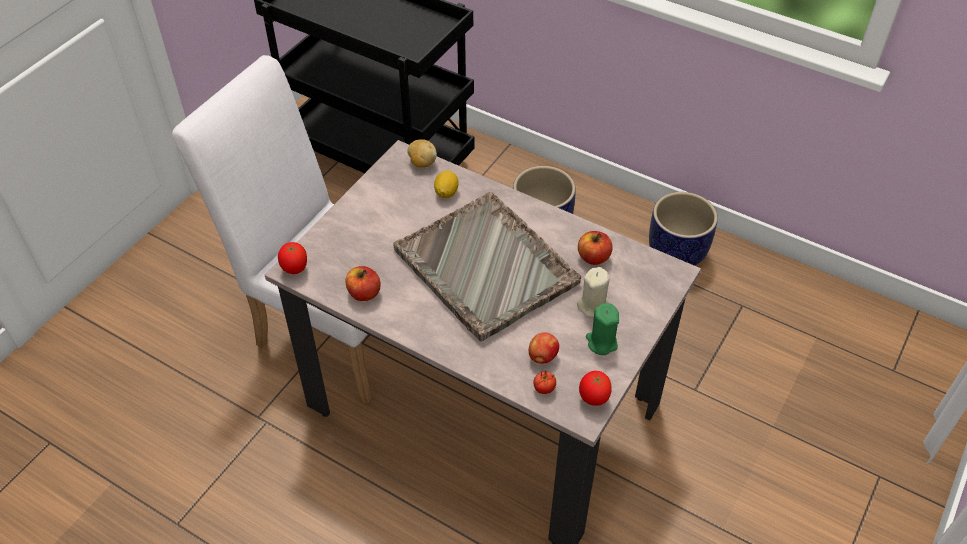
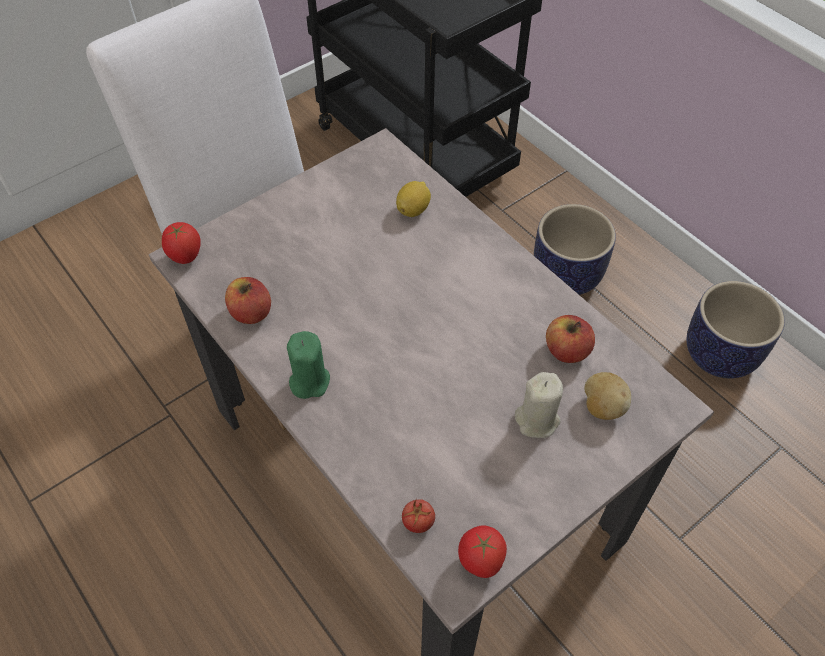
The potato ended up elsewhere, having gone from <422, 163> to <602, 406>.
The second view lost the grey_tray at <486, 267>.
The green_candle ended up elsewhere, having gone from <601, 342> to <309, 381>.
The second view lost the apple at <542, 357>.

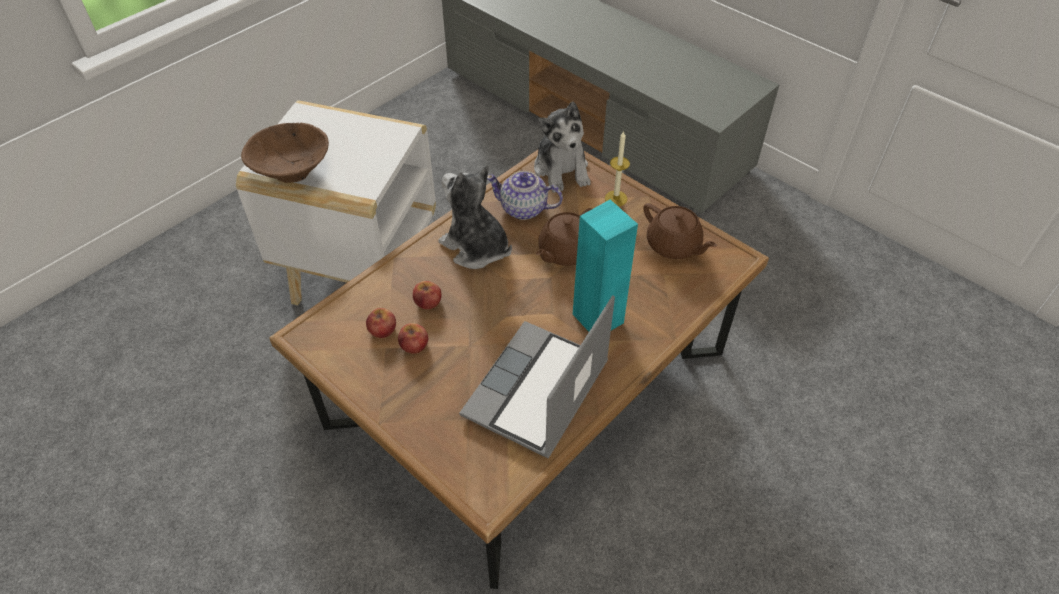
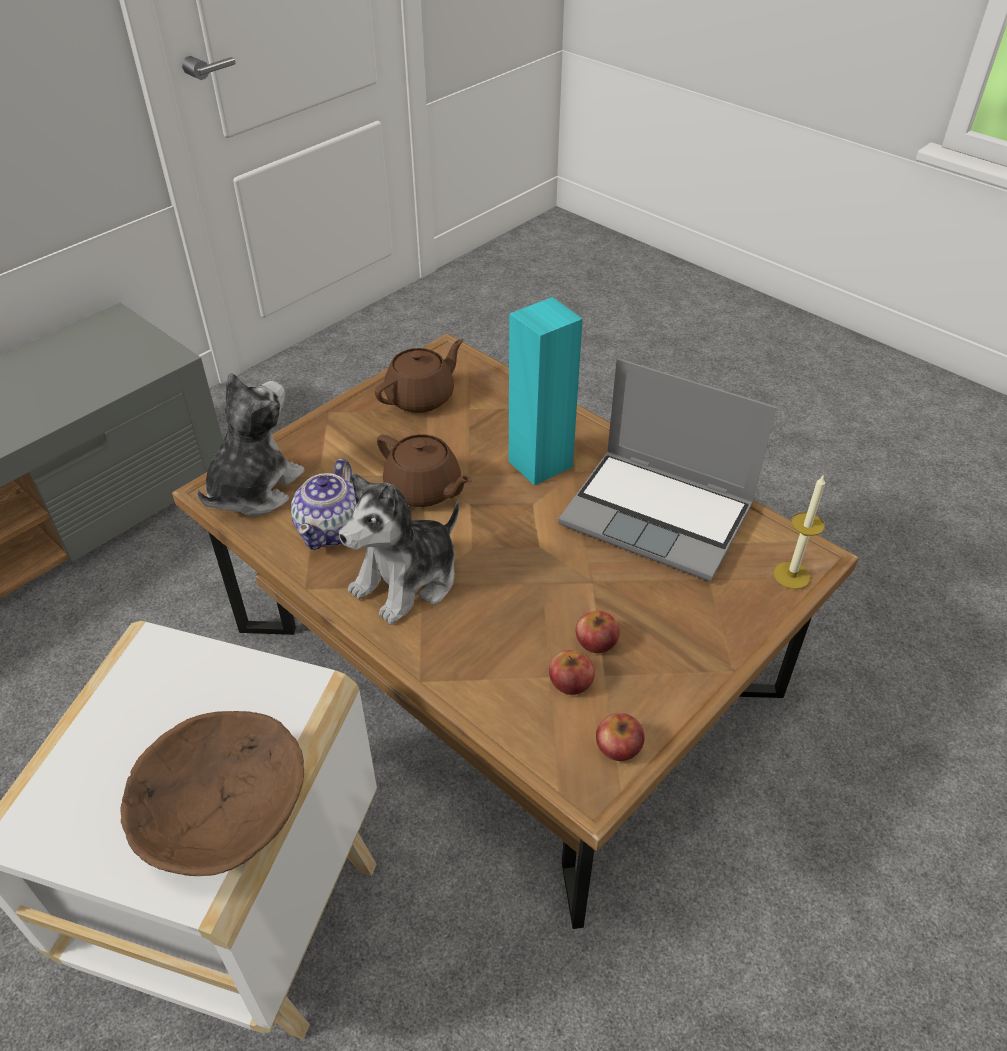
The plush_toy at <562, 170> ended up facing another way, 45 degrees counterclockwise from before.
The candle ended up elsewhere, having gone from <616, 198> to <791, 575>.
The apple ended up elsewhere, having gone from <428, 301> to <618, 746>.

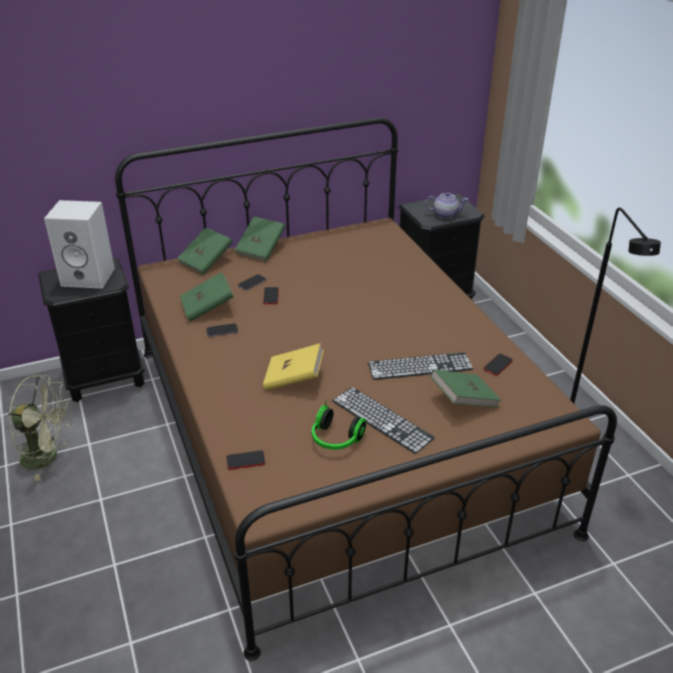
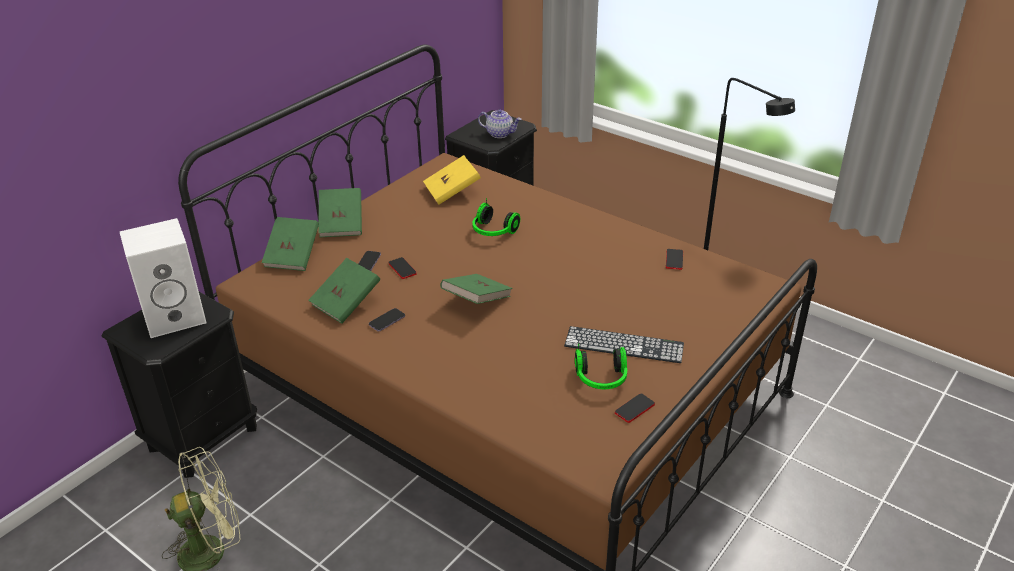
The teapot at <445, 214> ended up facing another way, 45 degrees clockwise from before.
The yellow_book ended up elsewhere, having gone from <294, 379> to <452, 191>.
The second view lost the keyboard at <420, 366>.
The green_book ended up elsewhere, having gone from <463, 400> to <477, 301>.
The phone ended up elsewhere, having gone from <245, 460> to <634, 408>.
The second view gained the headphones at <493, 232>.

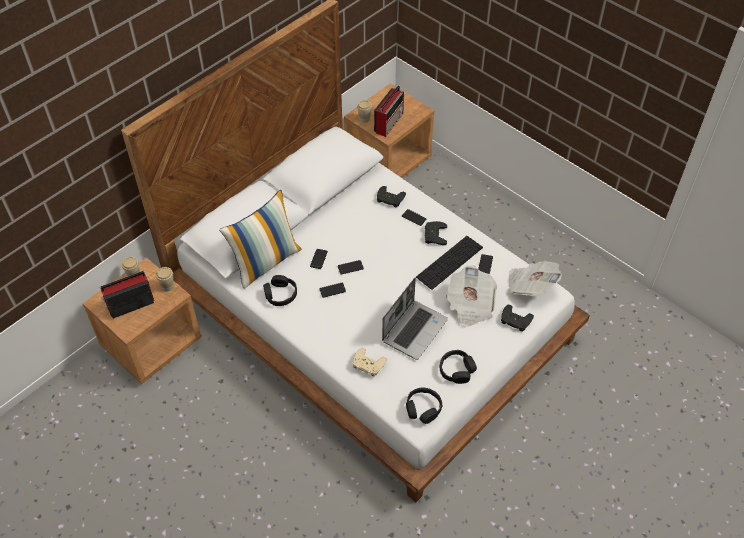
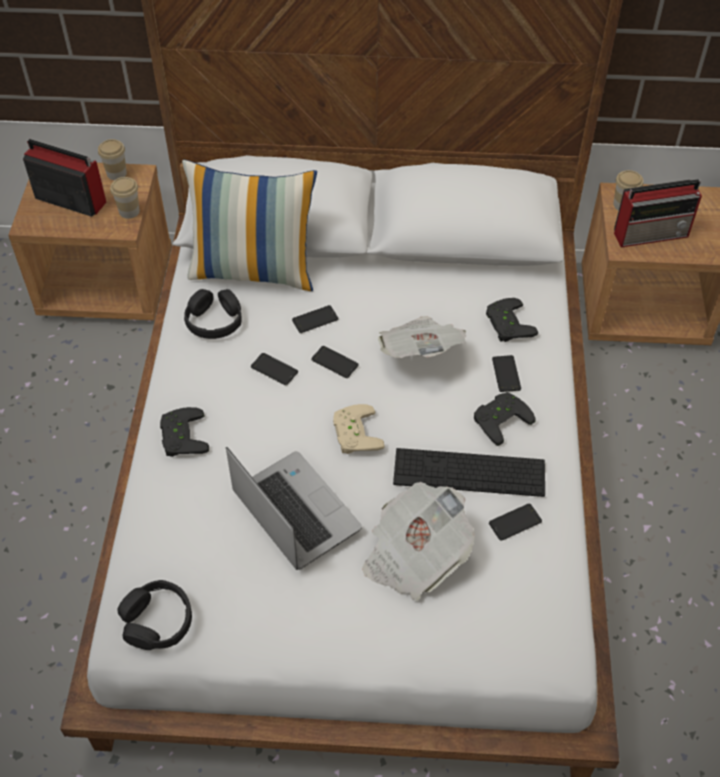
The newspaper ended up elsewhere, having gone from <530, 286> to <420, 352>.
The laptop at <414, 329> ended up facing another way, 120 degrees counterclockwise from before.
The black_game_controller ended up elsewhere, having gone from <514, 321> to <180, 436>.
The beige_game_controller ended up elsewhere, having gone from <367, 365> to <353, 433>.
The second view lost the black_headphones at <456, 370>.

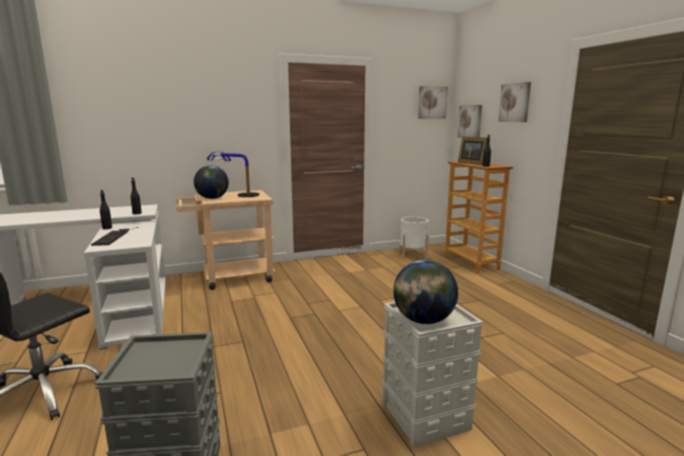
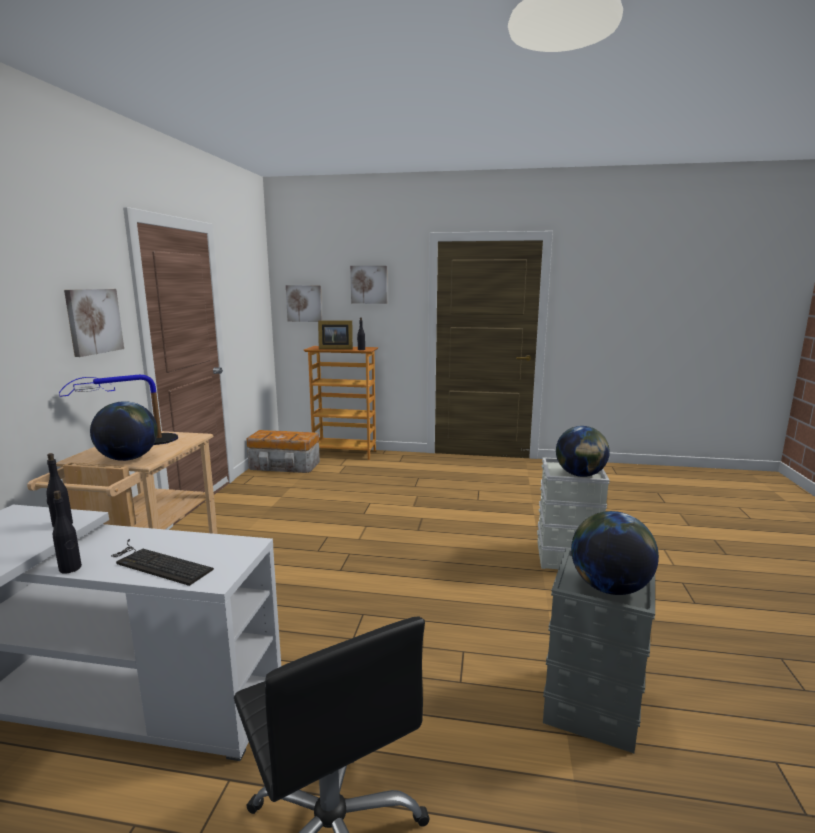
The picture ended up elsewhere, having gone from <432, 102> to <93, 321>.
Where the white_planter stood at <413, 255>, the storage_box came to stand at <285, 466>.
The second view gained the globe at <609, 587>.

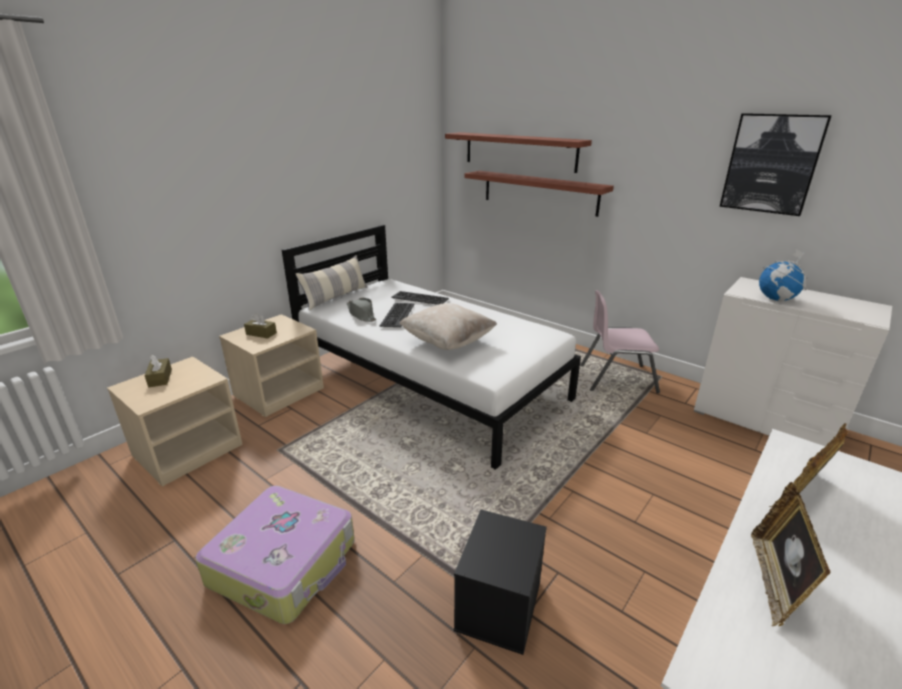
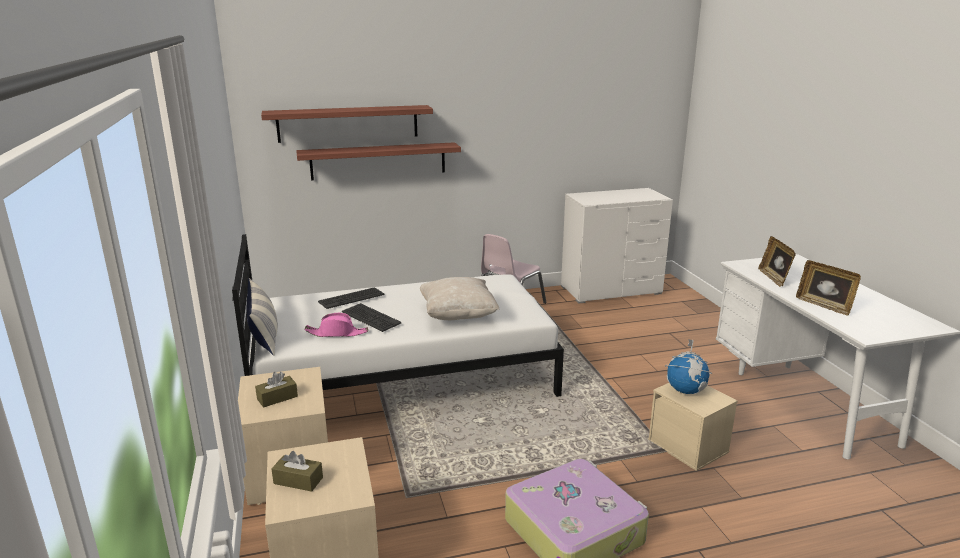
The second view lost the picture at <771, 164>.
The globe ended up elsewhere, having gone from <777, 299> to <686, 390>.
What was the grey_hat at <361, 314> turned into the pink_hat at <337, 333>.
What was the black_storage_box at <499, 606> turned into the beige_storage_box at <689, 446>.

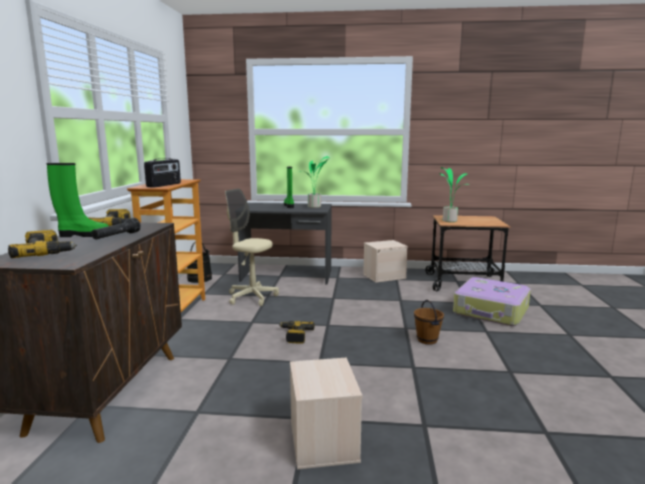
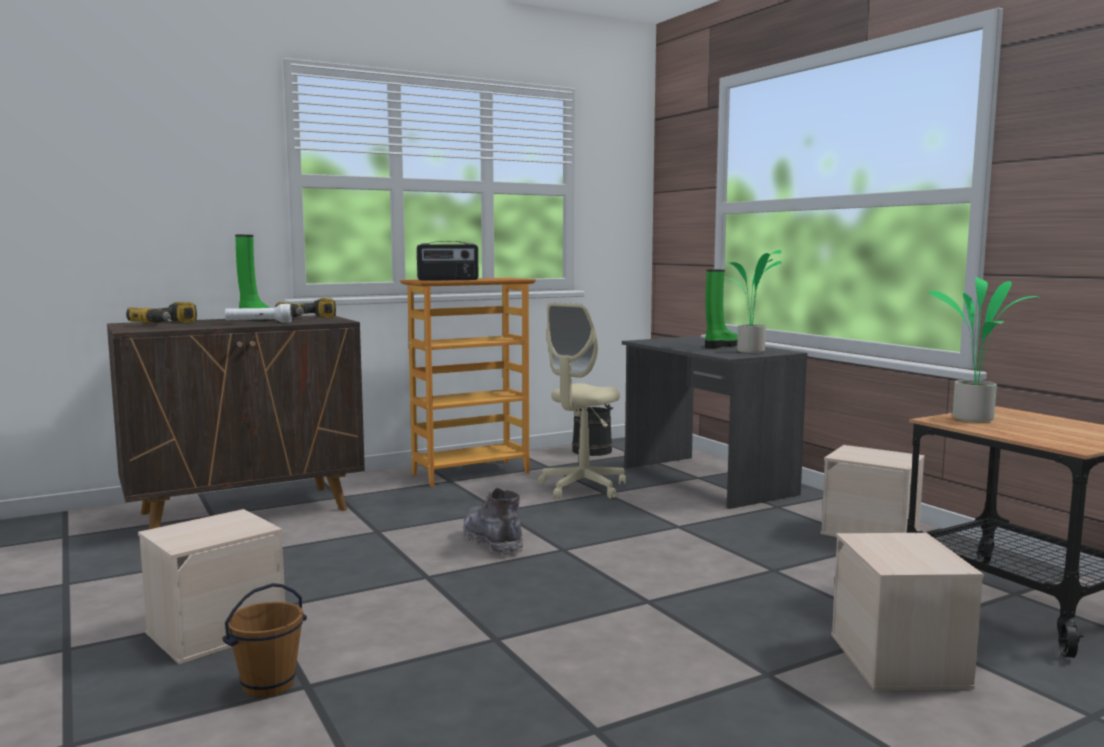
The beige_office_chair at <252, 297> ended up facing another way, 135 degrees counterclockwise from before.
What was the black_flashlight at <116, 237> turned into the white_flashlight at <258, 323>.
Where the suitcase stood at <491, 311>, the beige_storage_box came to stand at <900, 661>.
The brown_bucket ended up elsewhere, having gone from <426, 340> to <268, 685>.
Where the power_drill stood at <295, 336>, the grey_boot came to stand at <492, 542>.

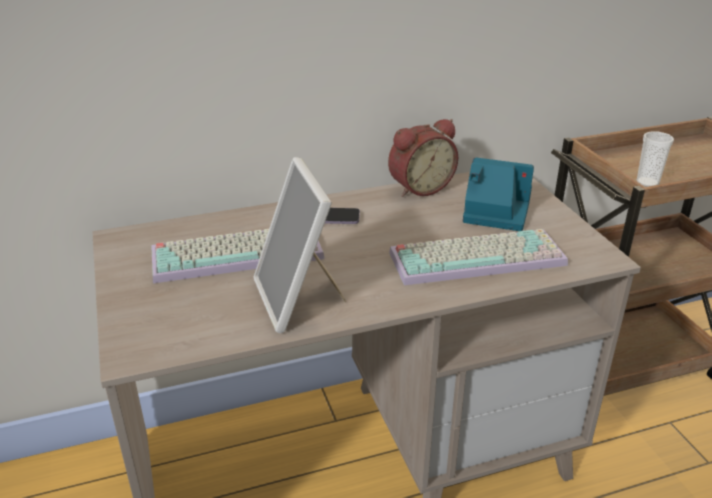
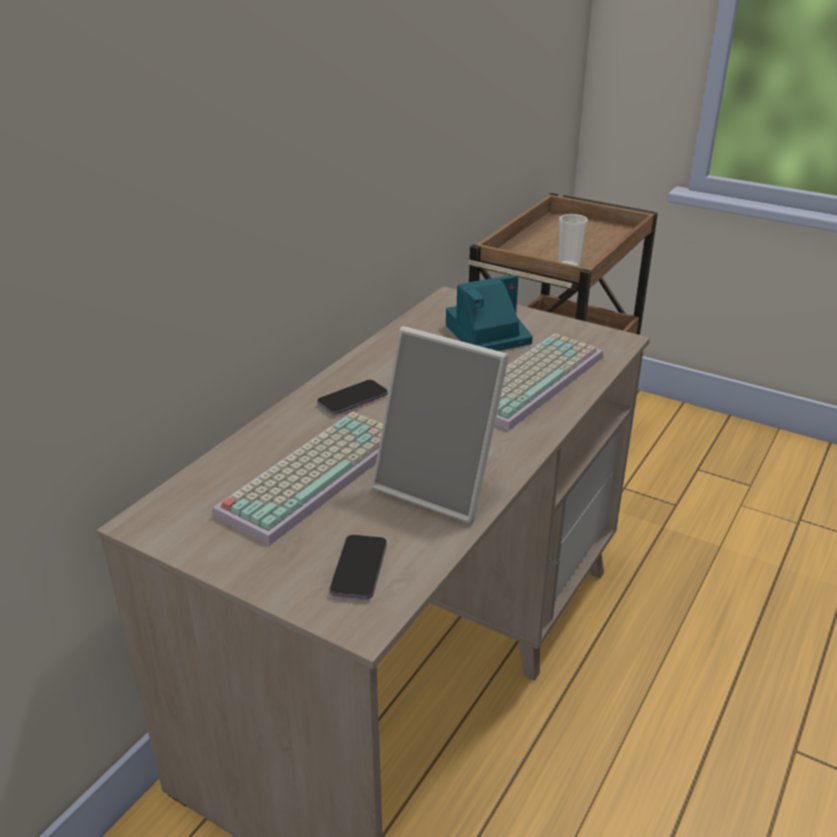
The second view lost the alarm_clock at <419, 187>.
The second view gained the phone at <359, 569>.

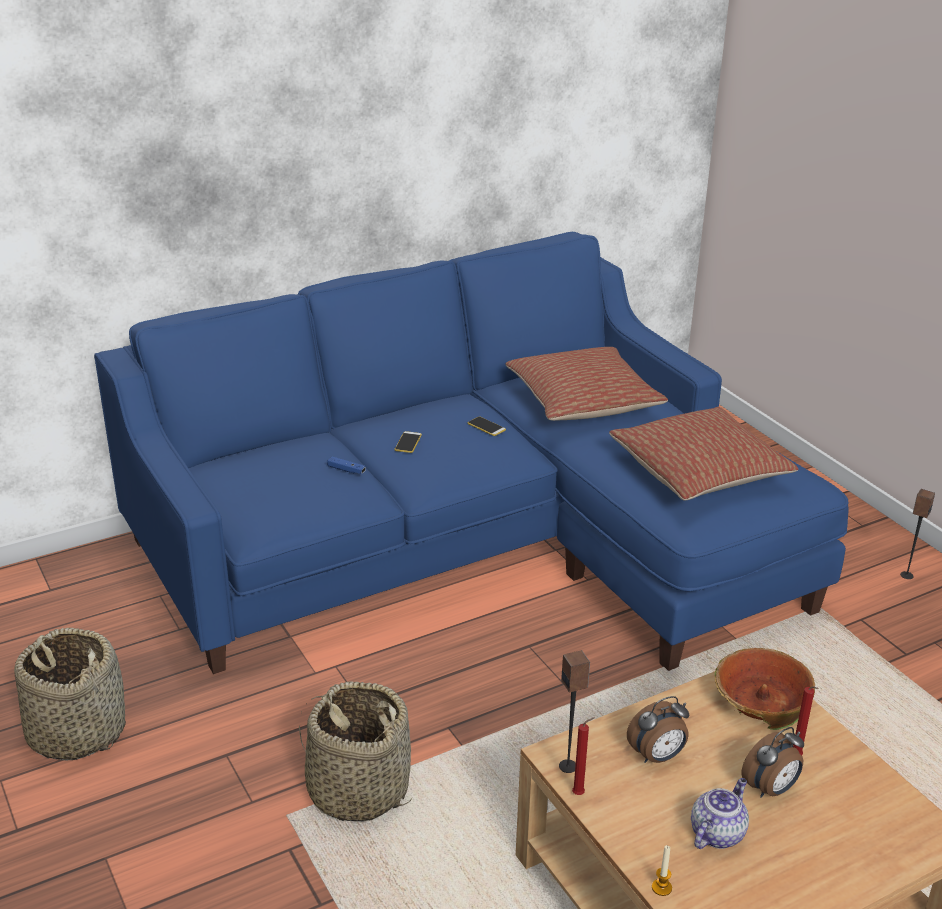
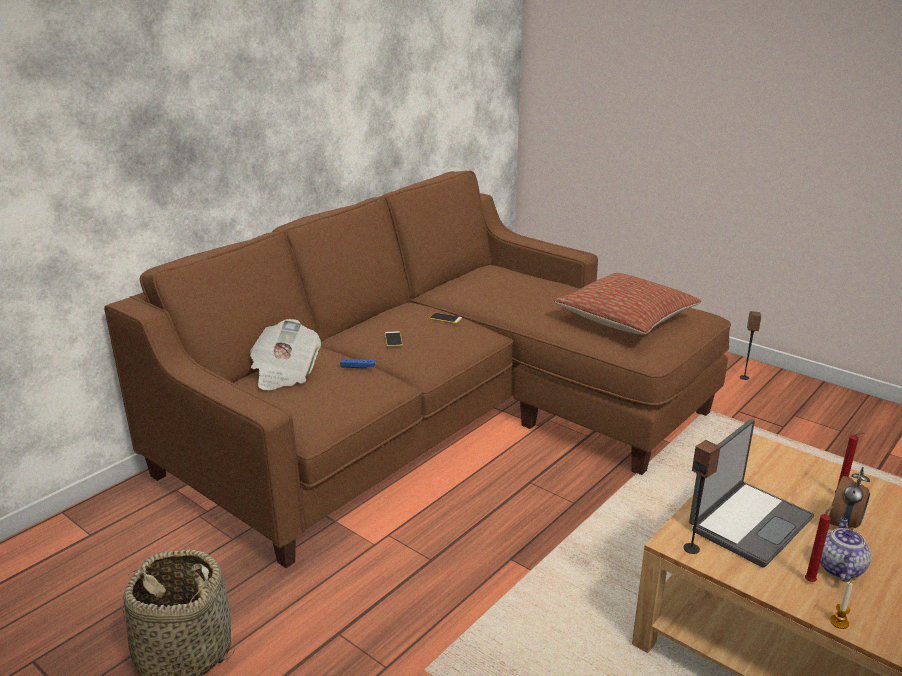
What was the blue_sofa at <476, 543> turned into the brown_sofa at <440, 418>.
The second view lost the pillow at <582, 401>.
The second view lost the bowl at <761, 702>.
The second view lost the basket at <358, 789>.
Where the alarm_clock stood at <657, 756>, the laptop came to stand at <748, 523>.
The red_candle ended up elsewhere, having gone from <580, 794> to <811, 581>.
The second view gained the newspaper at <284, 373>.

